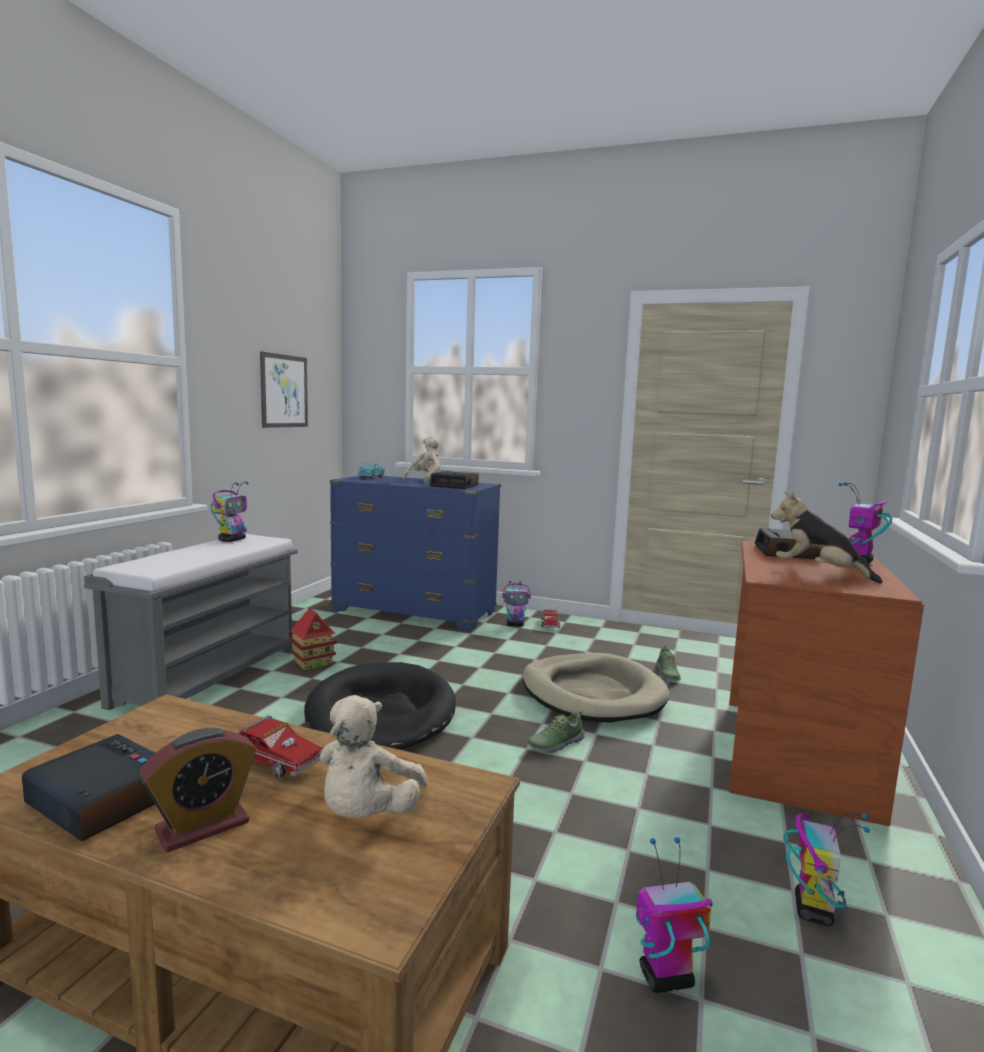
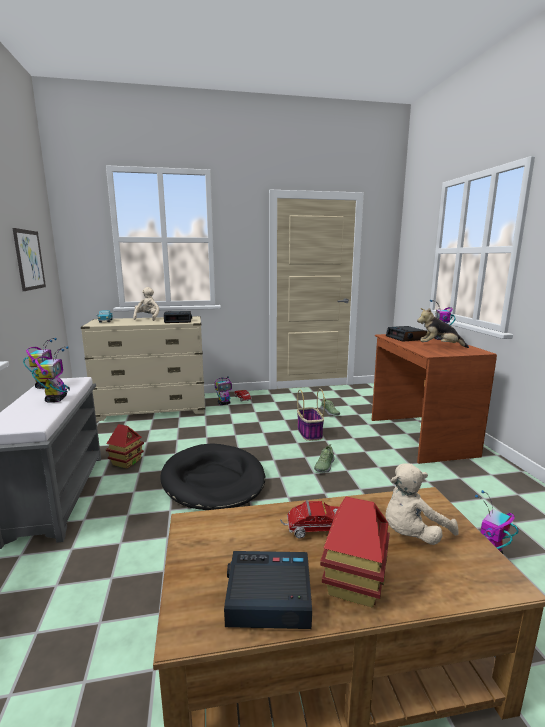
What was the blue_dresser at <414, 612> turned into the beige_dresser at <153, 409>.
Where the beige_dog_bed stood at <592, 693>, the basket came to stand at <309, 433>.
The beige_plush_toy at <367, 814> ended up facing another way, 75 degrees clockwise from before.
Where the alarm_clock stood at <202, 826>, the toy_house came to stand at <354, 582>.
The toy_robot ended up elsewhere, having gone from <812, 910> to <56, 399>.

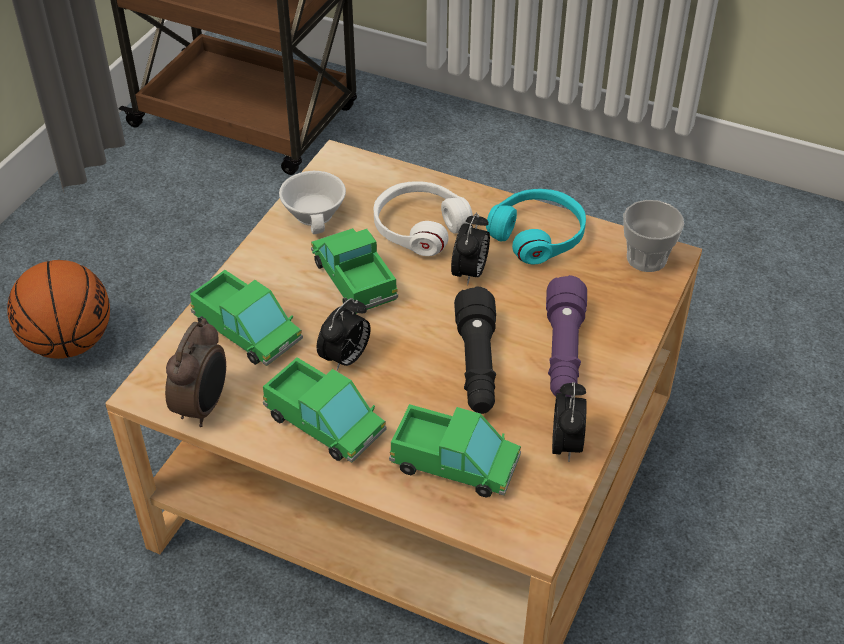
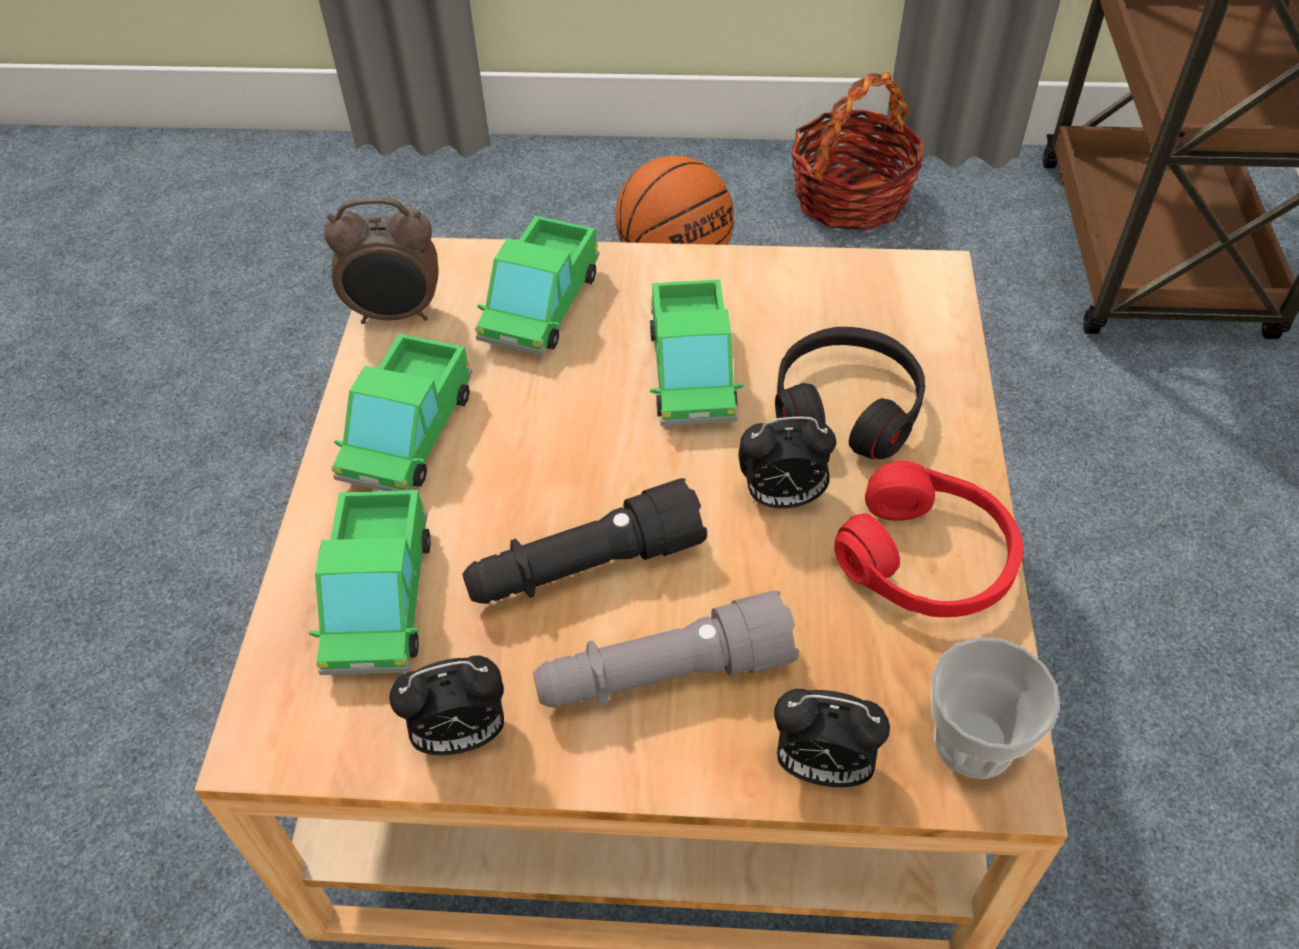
The second view lost the white_cup at <317, 214>.
What was the white_headphones at <419, 227> turned into the black_headphones at <846, 407>.
What was the turquoise_headphones at <538, 235> turned into the red_headphones at <927, 559>.
The toy_truck at <354, 280> ended up facing another way, 135 degrees clockwise from before.
What was the purple_flashlight at <563, 353> turned into the grey_flashlight at <663, 675>.
The alarm_clock ended up elsewhere, having gone from <345, 359> to <821, 767>.
The second view gained the basket at <850, 198>.

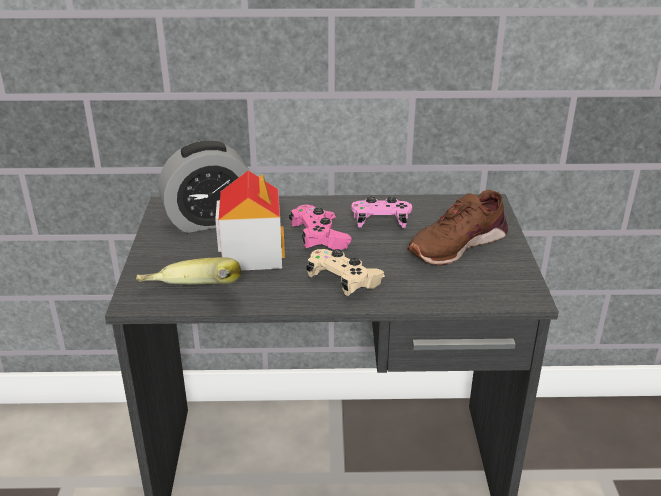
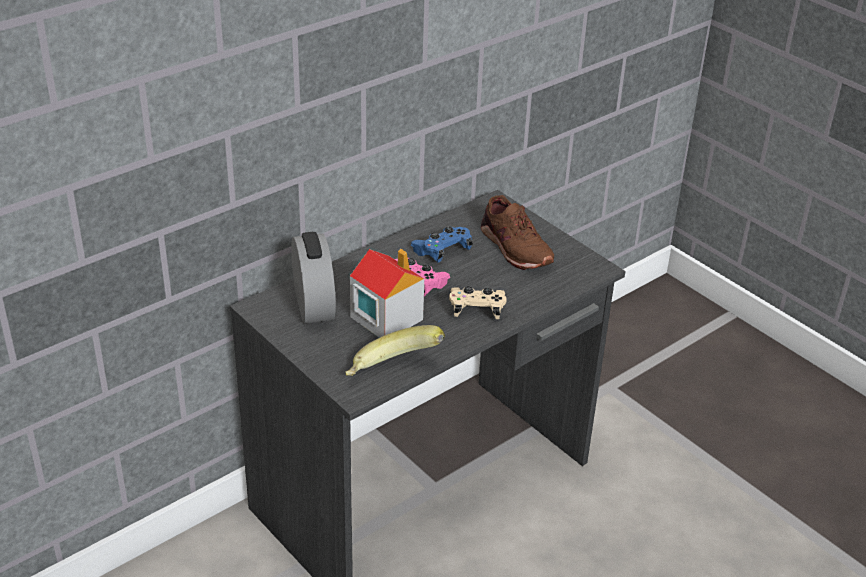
The alarm_clock at <210, 220> ended up facing another way, 45 degrees counterclockwise from before.
The brown_shoe at <456, 244> ended up facing another way, 45 degrees counterclockwise from before.
What was the pink_game_controller at <380, 222> turned into the blue_game_controller at <442, 251>.

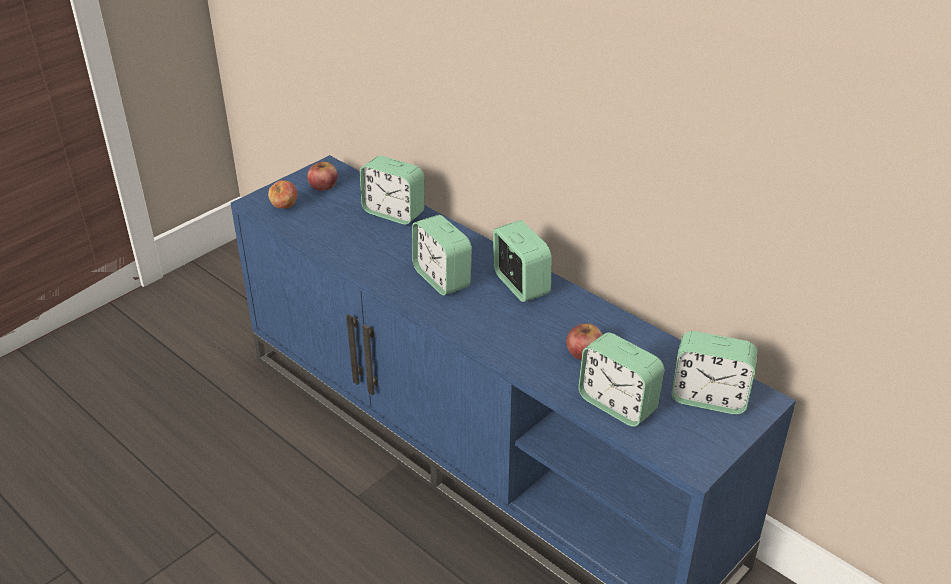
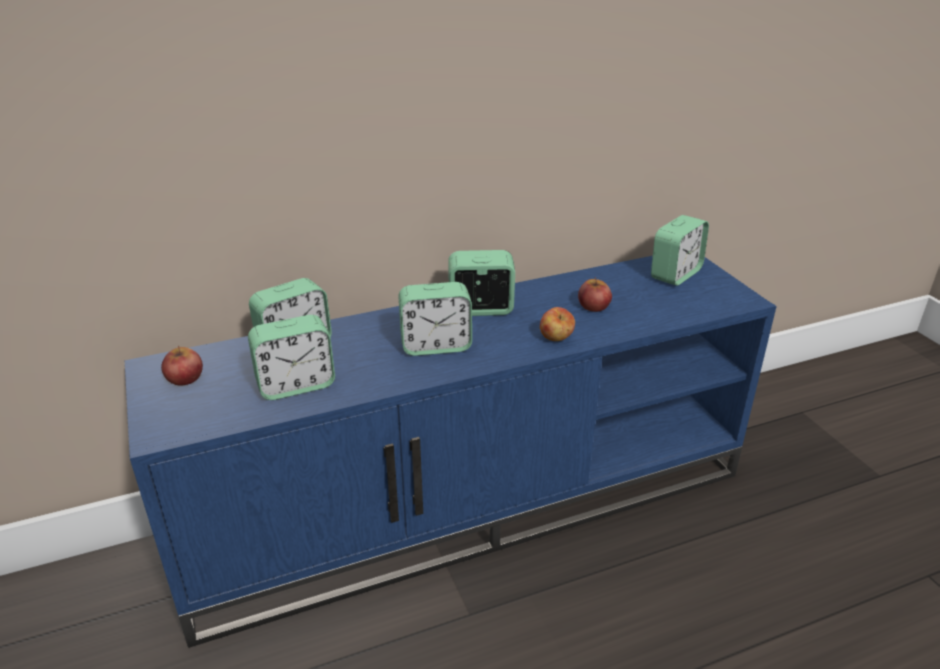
The apple ended up elsewhere, having gone from <284, 207> to <556, 339>.
The alarm_clock ended up elsewhere, having gone from <617, 404> to <296, 385>.

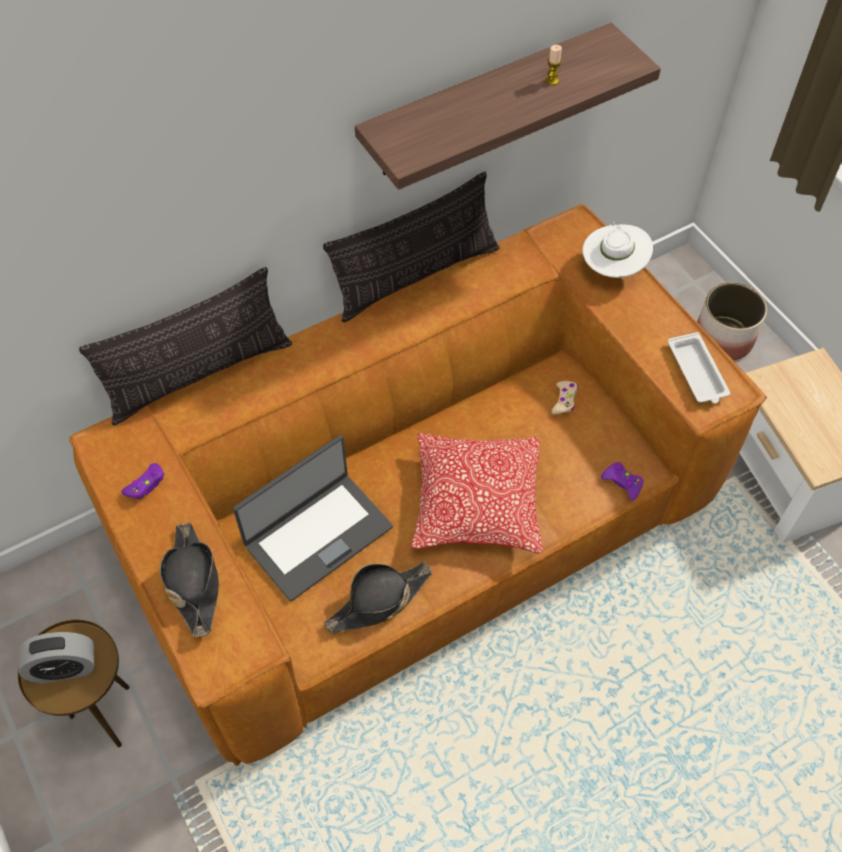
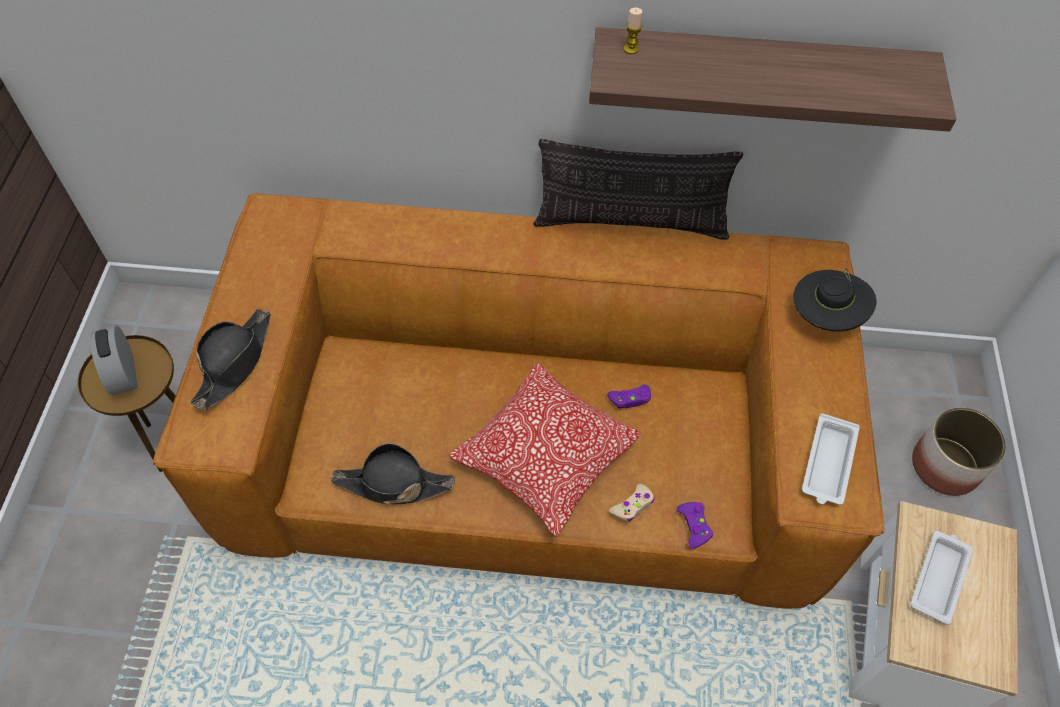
The candle ended up elsewhere, having gone from <552, 81> to <631, 49>.
What was the white_hat at <613, 267> turned into the black_hat at <825, 316>.
The second view lost the pillow at <199, 374>.
The beige_game_controller ended up elsewhere, having gone from <564, 400> to <633, 506>.
The second view lost the laptop at <317, 535>.
The purple_game_controller ended up elsewhere, having gone from <146, 485> to <630, 399>.
The alarm_clock at <64, 668> ended up facing another way, 45 degrees clockwise from before.
The second view gained the white_tray at <939, 577>.

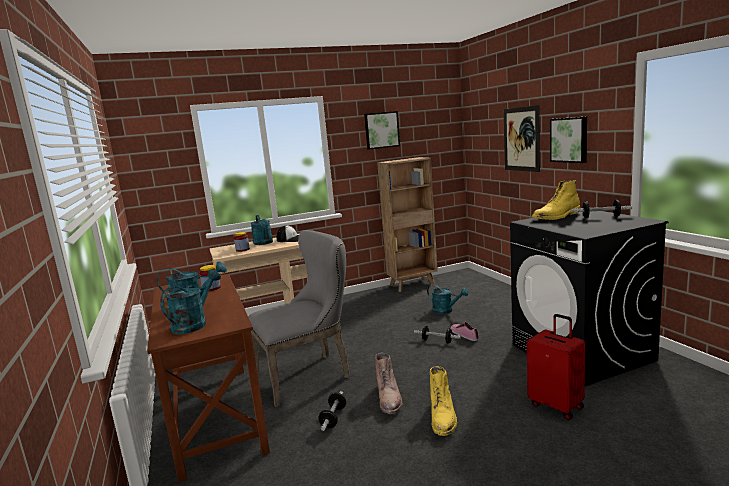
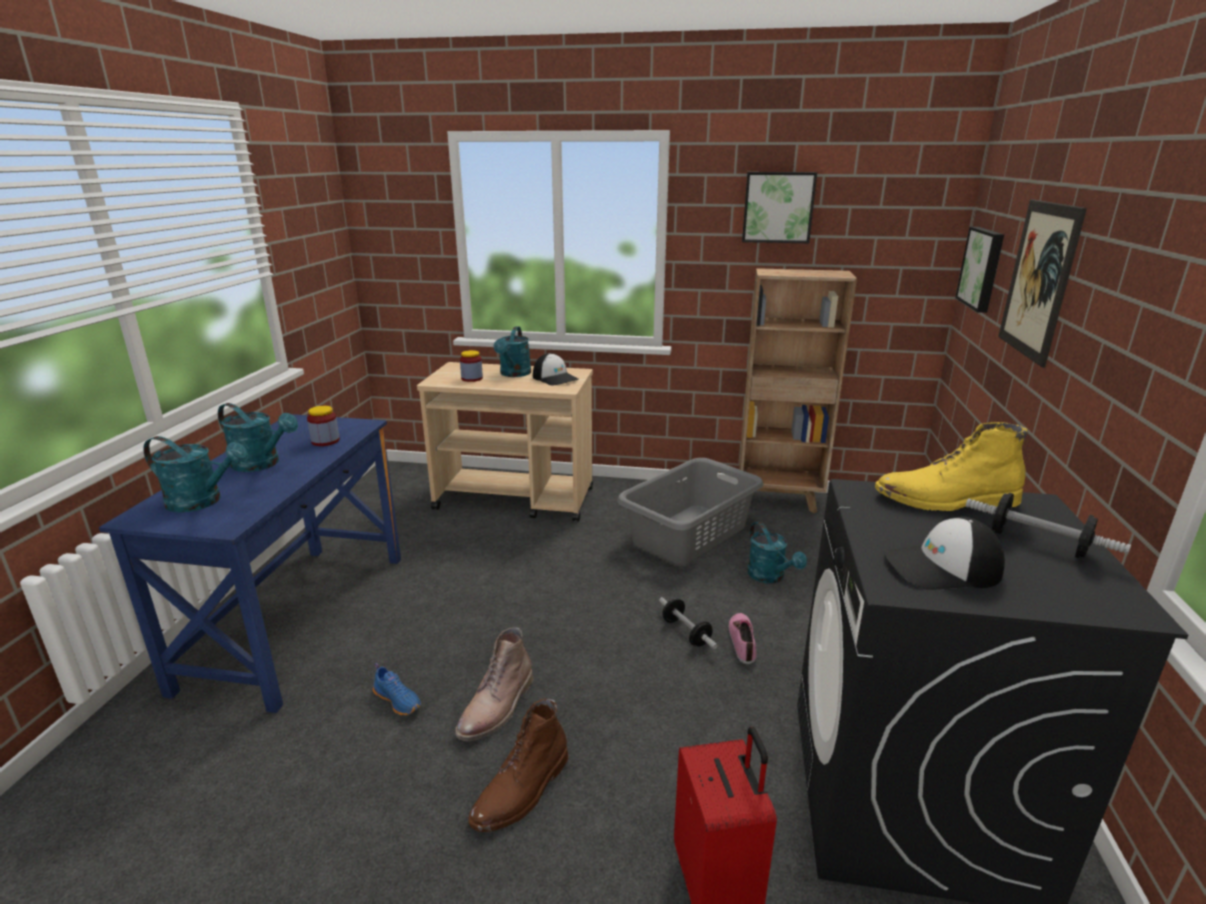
The picture ended up elsewhere, having gone from <569, 139> to <983, 268>.
The second view lost the grey_chair at <308, 375>.
The turquoise_watering_can at <194, 324> ended up facing another way, 45 degrees clockwise from before.
What was the brown_desk at <216, 416> turned into the blue_desk at <298, 618>.
What was the yellow_boot at <443, 417> turned into the brown_boot at <522, 791>.
Where the dumbbell stood at <333, 418>, the blue_shoe came to stand at <398, 700>.
The second view gained the grey_laundry_basket at <690, 533>.
The second view gained the cap at <942, 568>.

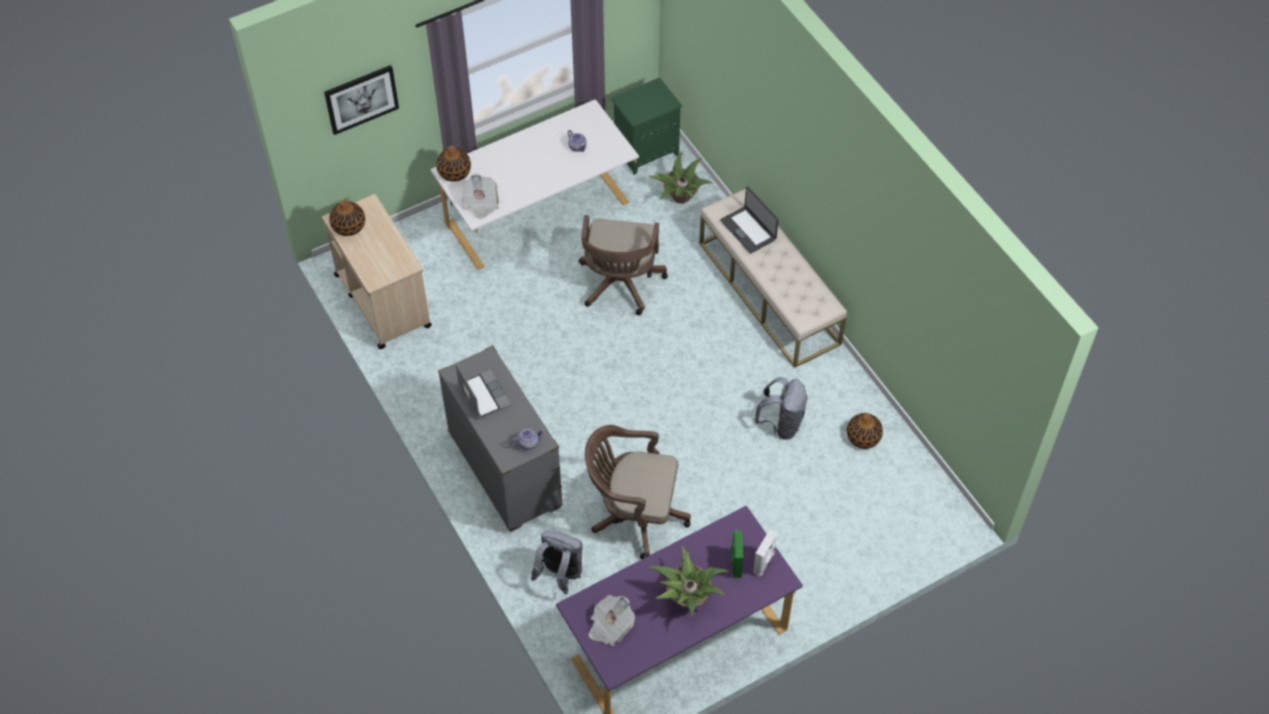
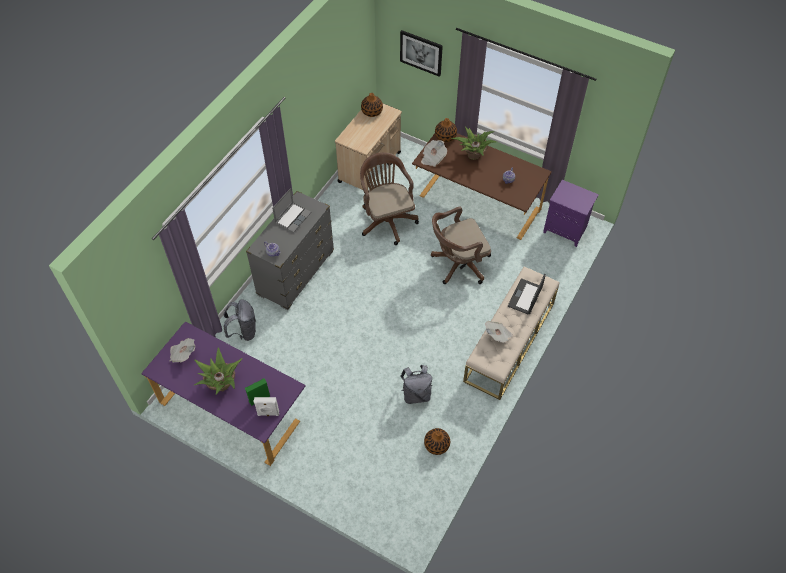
What was the green_nightstand at <646, 150> turned into the purple_nightstand at <566, 229>.
What was the white_desk at <539, 216> turned into the brown_desk at <477, 204>.
The potted_plant ended up elsewhere, having gone from <680, 198> to <473, 155>.
The brown_office_chair ended up elsewhere, having gone from <634, 514> to <386, 220>.
The second view gained the newspaper at <498, 335>.

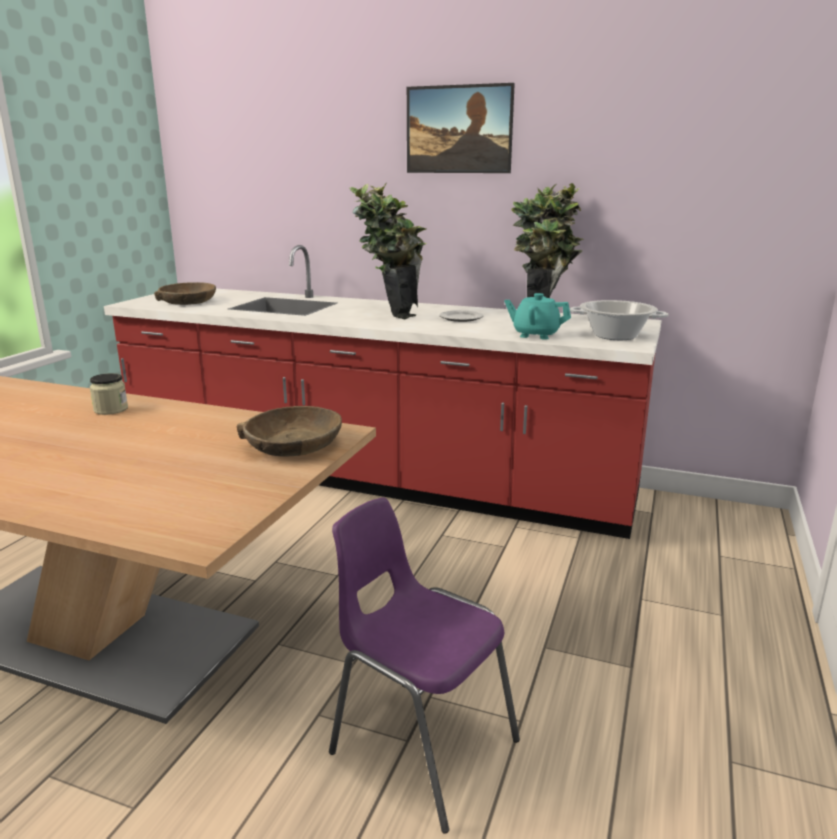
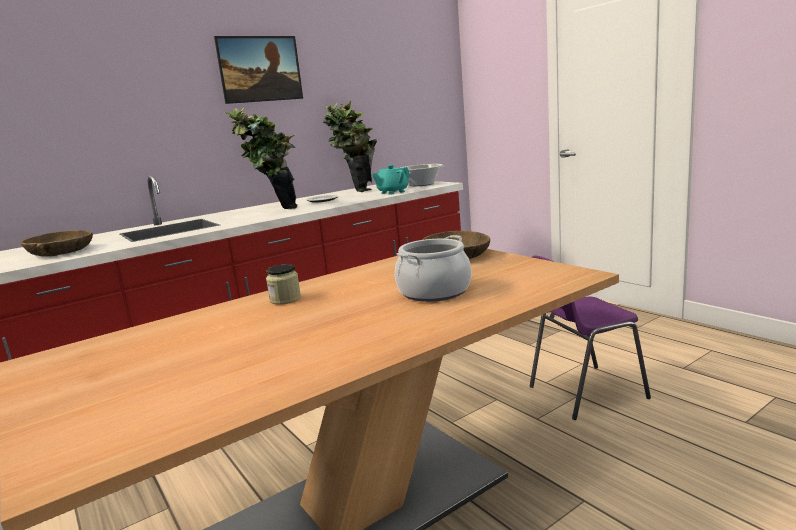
The second view gained the cooking_pot at <434, 292>.

